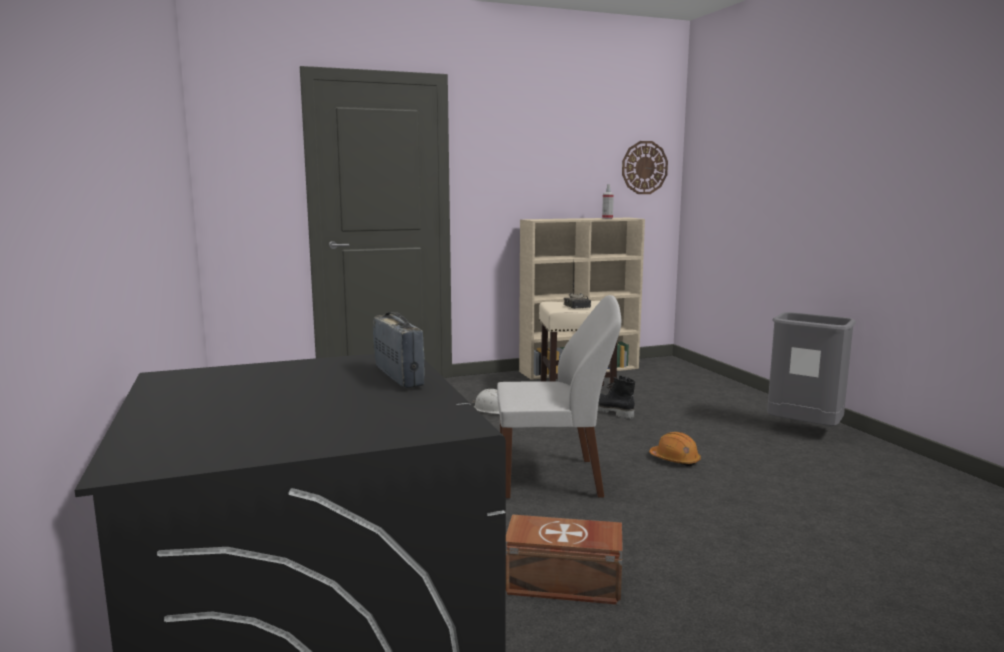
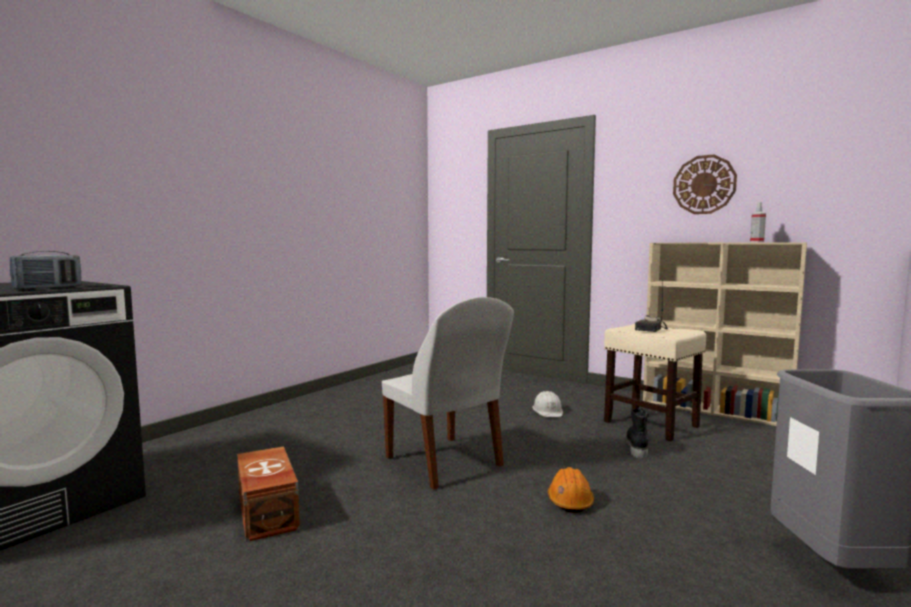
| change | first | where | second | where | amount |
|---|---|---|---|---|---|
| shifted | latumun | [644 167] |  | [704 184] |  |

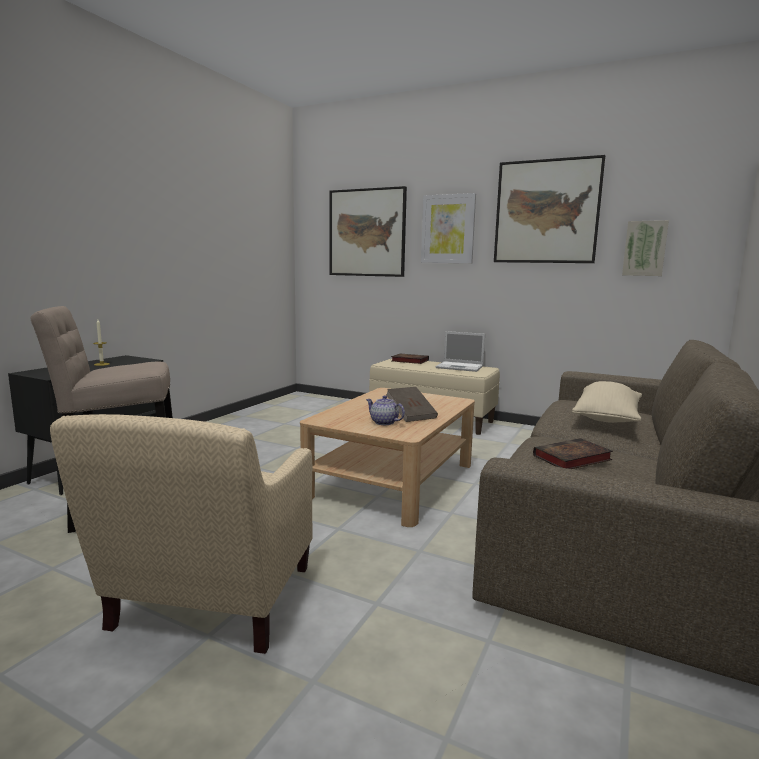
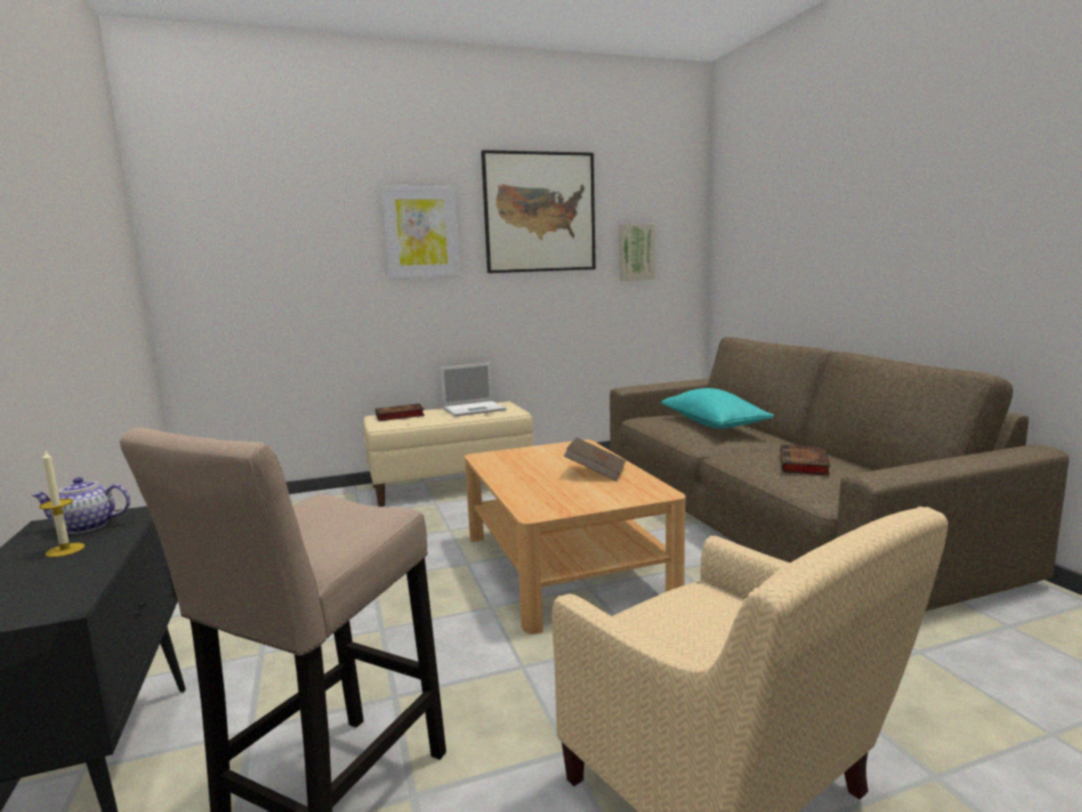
| change | first | where | second | where | amount |
|---|---|---|---|---|---|
| shifted | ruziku | [383 422] |  | [85 527] |  |
| repainted | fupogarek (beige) | [607 418] | fupogarek (turquoise) | [713 425] |  |
| gone | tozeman | [367 233] |  |  |  |

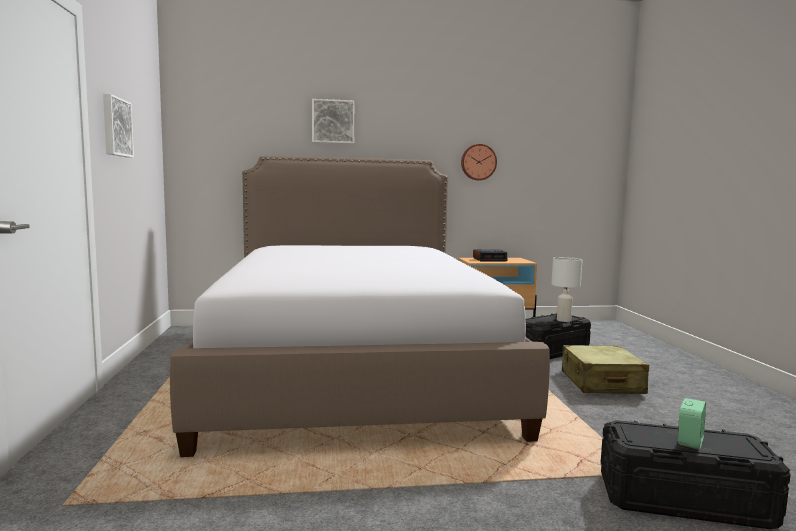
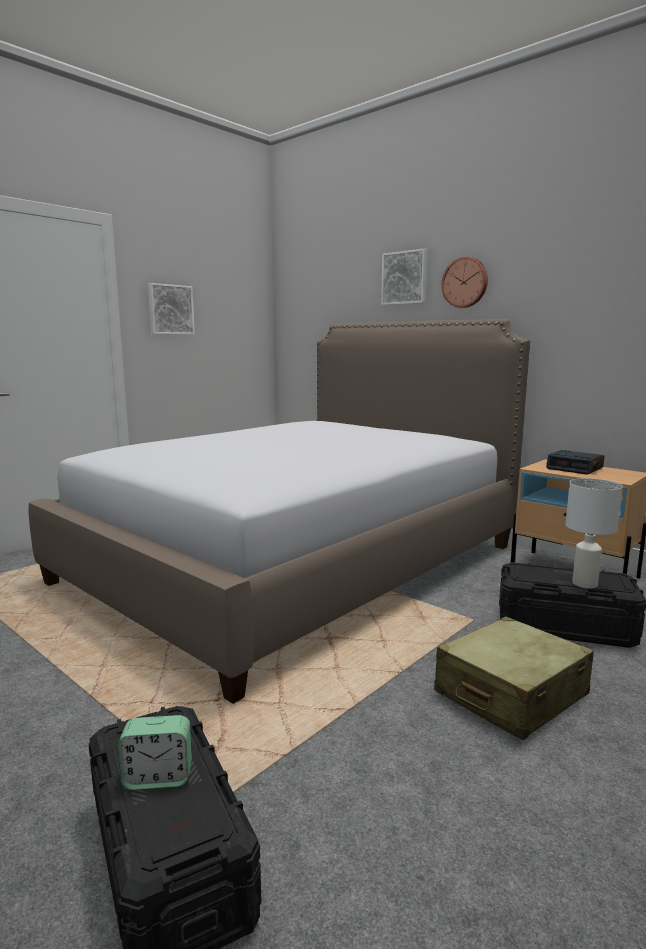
| change | first | where | second | where | amount |
|---|---|---|---|---|---|
| shifted | latumun | [478 162] |  | [465 282] |  |

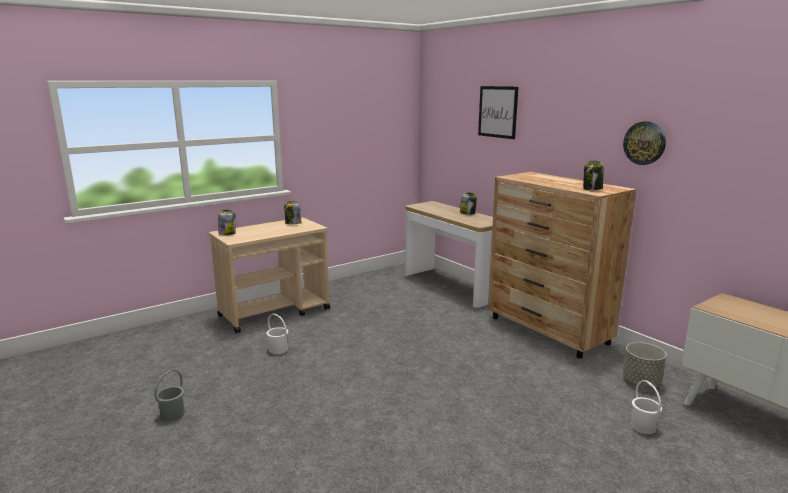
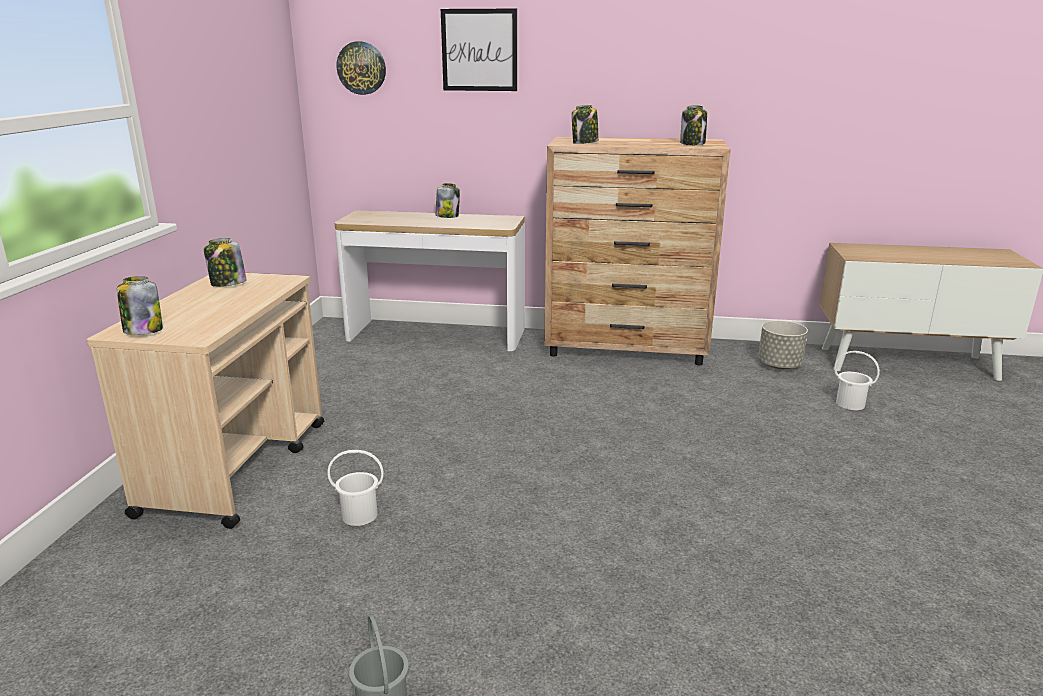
| change | first | where | second | where | amount |
|---|---|---|---|---|---|
| shifted | latumun | [644 143] |  | [361 68] |  |
| new |  |  | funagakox | [585 143] |  |

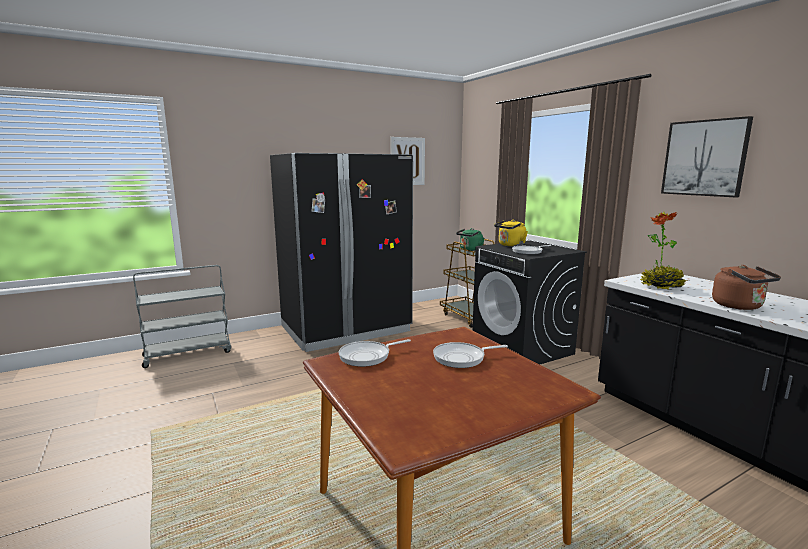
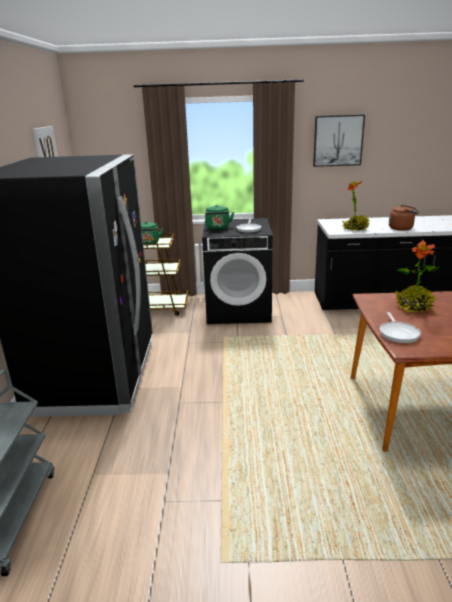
| change | first | where | second | where | amount |
|---|---|---|---|---|---|
| repainted | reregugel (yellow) | [510 245] | reregugel (green) | [218 228] |  |
| swapped | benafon | [462 358] | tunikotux | [413 307] |  |

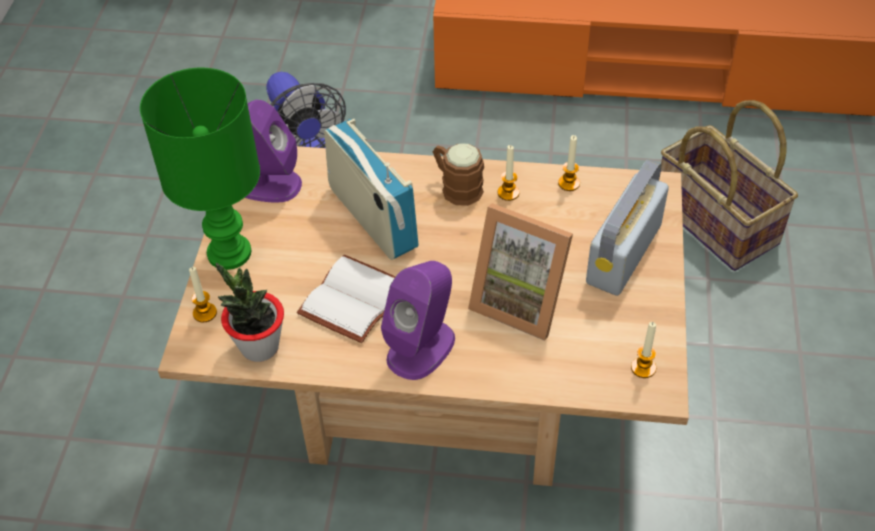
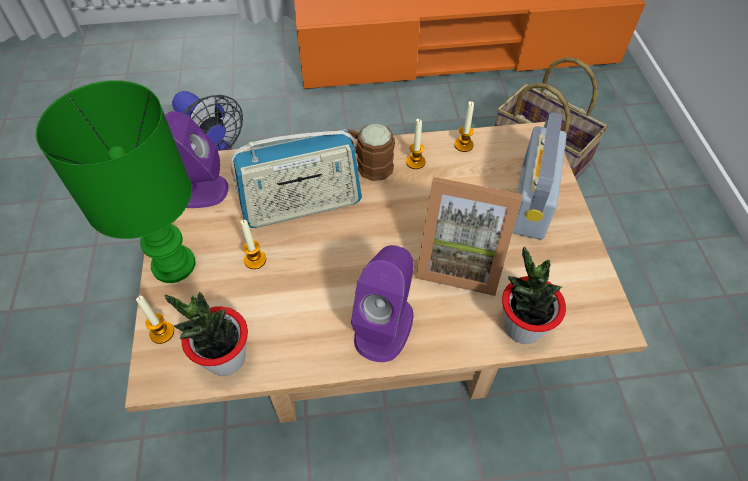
| change | first | where | second | where | amount |
|---|---|---|---|---|---|
| rotated | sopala | [372 218] |  | [302 206] | 120 degrees clockwise |
| shifted | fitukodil | [643 368] |  | [255 260] |  |
| new |  |  | tunikotux | [522 327] |  |
| gone | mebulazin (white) | [351 298] |  |  |  |

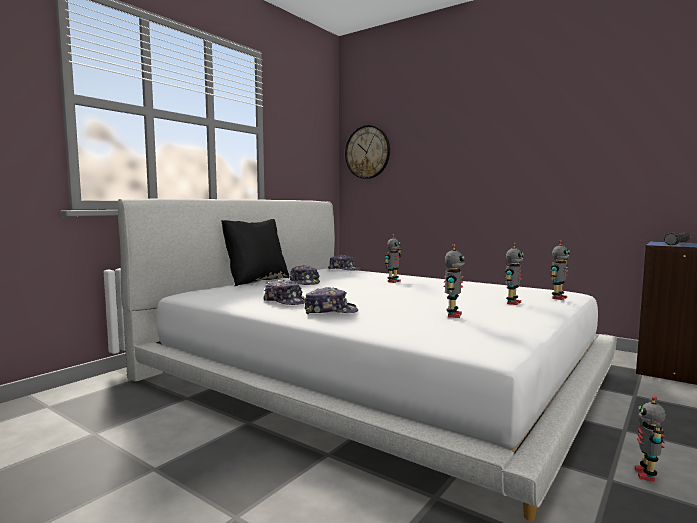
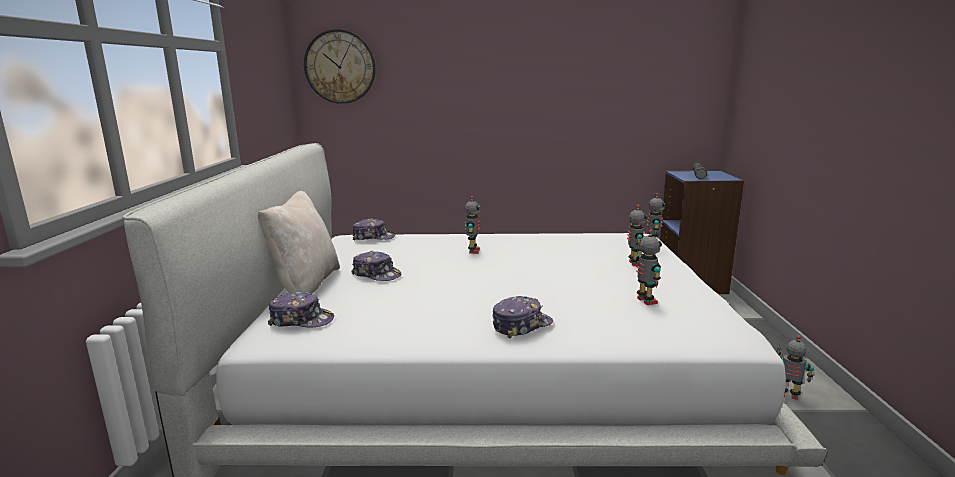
| change | first | where | second | where | amount |
|---|---|---|---|---|---|
| repainted | fupogarek (black) | [256 281] | fupogarek (beige) | [304 285] |  |
| shifted | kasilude | [286 301] |  | [301 320] |  |
| rotated | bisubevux | [647 475] |  | [788 395] | 135 degrees clockwise |

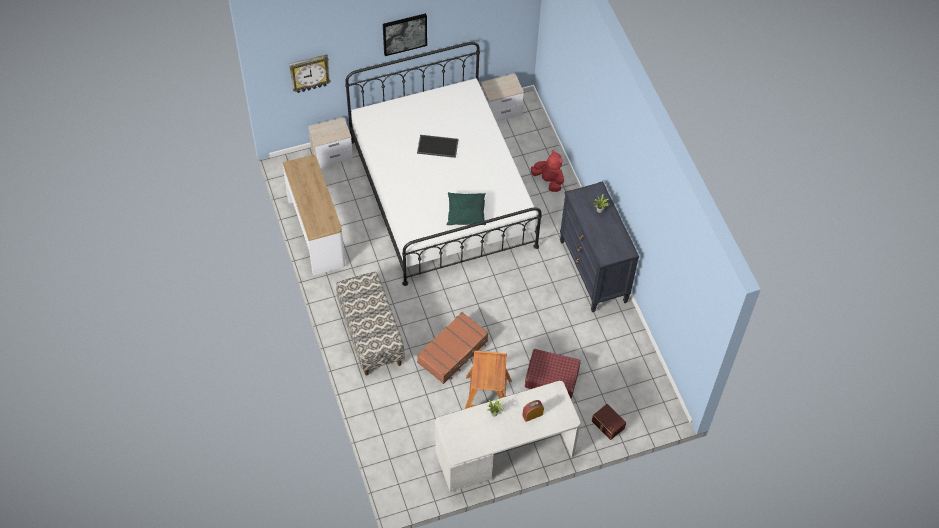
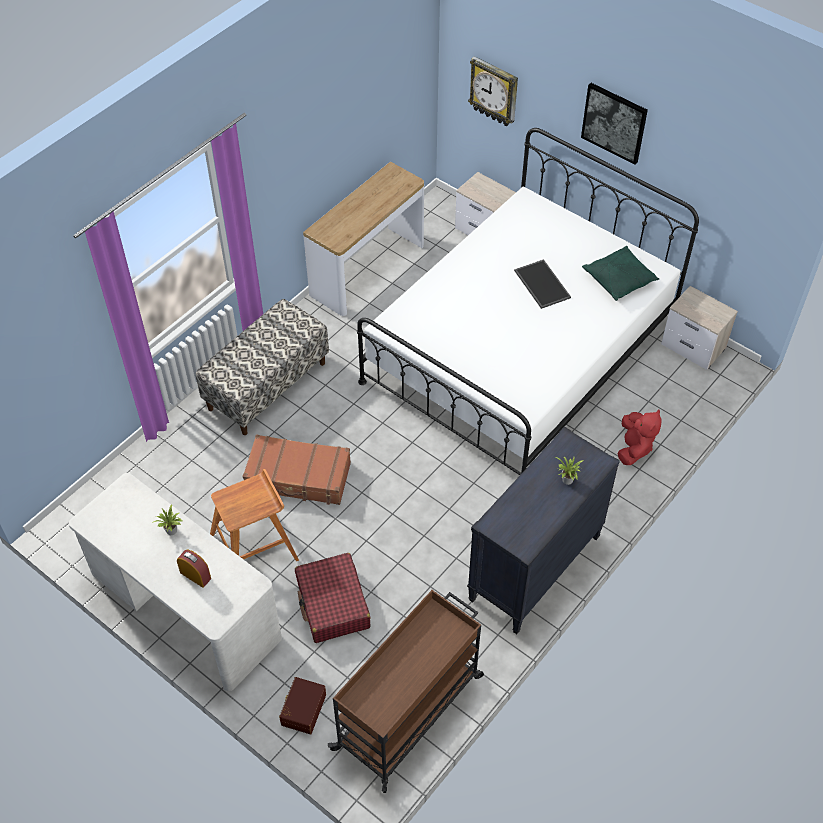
| change | first | where | second | where | amount |
|---|---|---|---|---|---|
| new |  |  | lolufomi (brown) | [410 711] |  |
| shifted | fupogarek (green) | [466 213] |  | [619 280] |  |

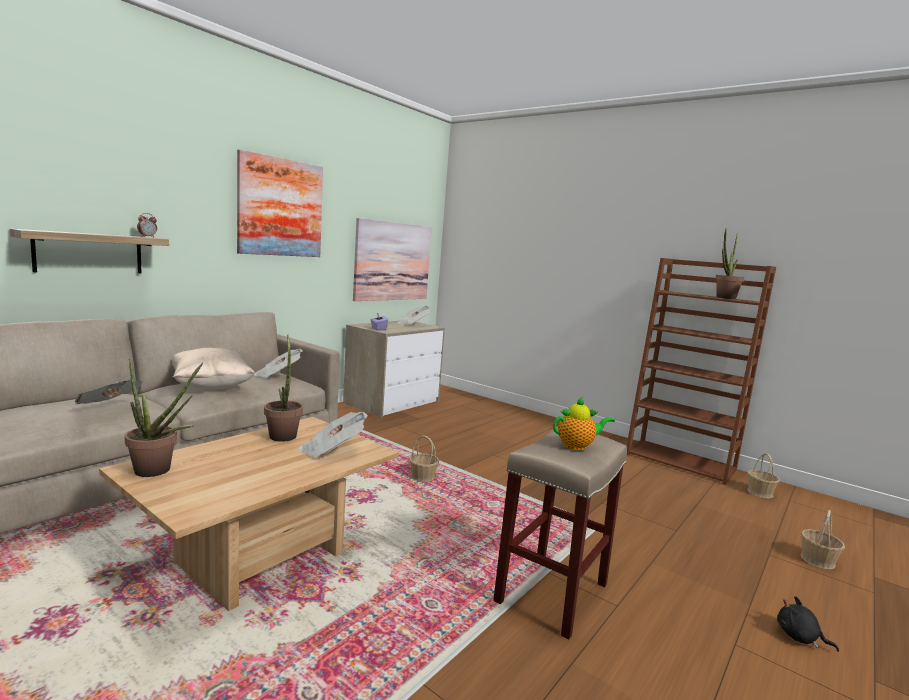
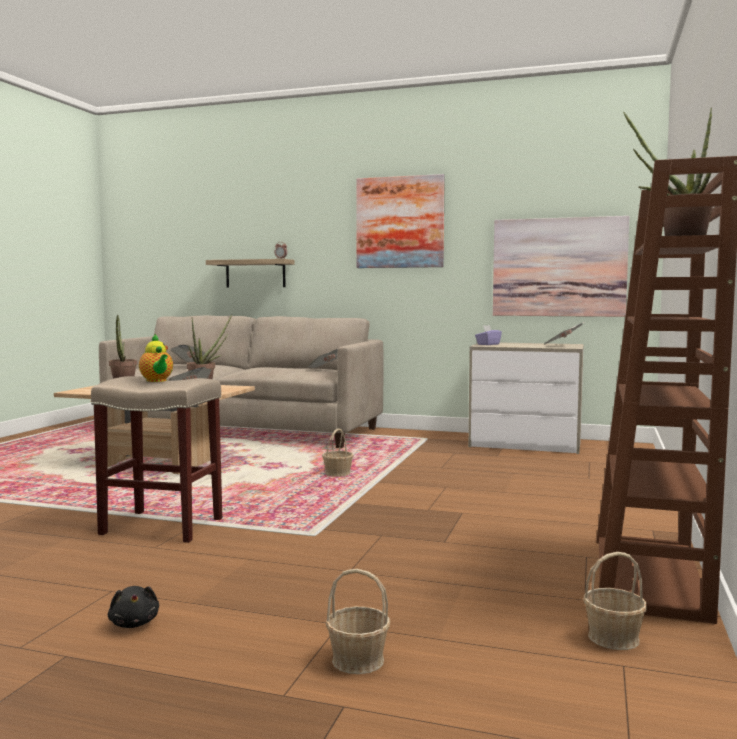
| change | first | where | second | where | amount |
|---|---|---|---|---|---|
| rotated | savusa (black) | [800 637] |  | [134 623] | 135 degrees clockwise |
| gone | fupogarek (beige) | [211 386] |  |  |  |

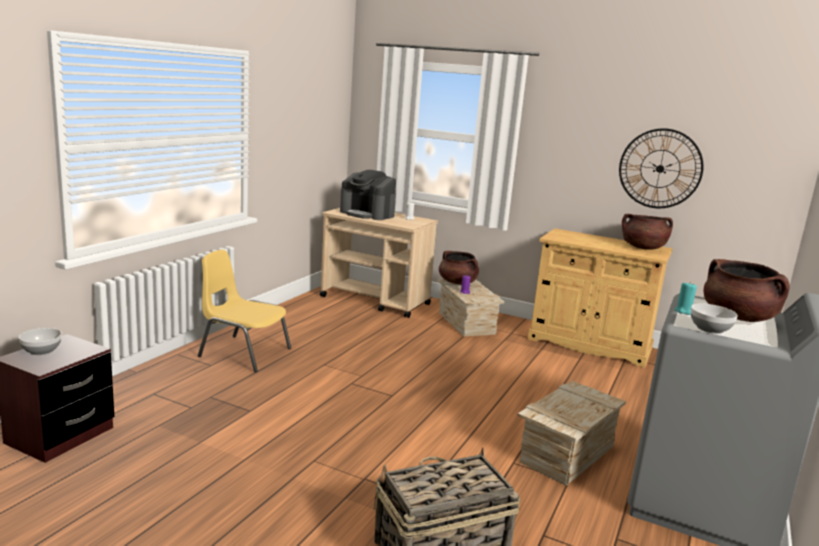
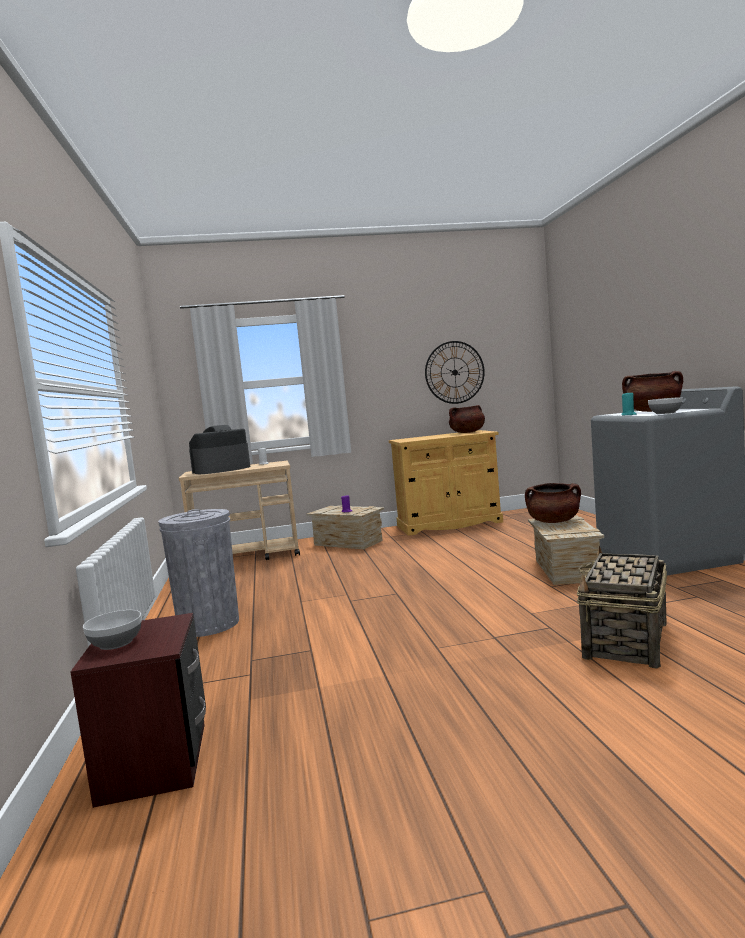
| change | first | where | second | where | amount |
|---|---|---|---|---|---|
| swapped | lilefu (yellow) | [243 352] | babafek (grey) | [208 624] |  |
| rotated | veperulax | [367 214] |  | [221 470] | 150 degrees clockwise |
| shifted | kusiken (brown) | [457 282] |  | [554 521] |  |

